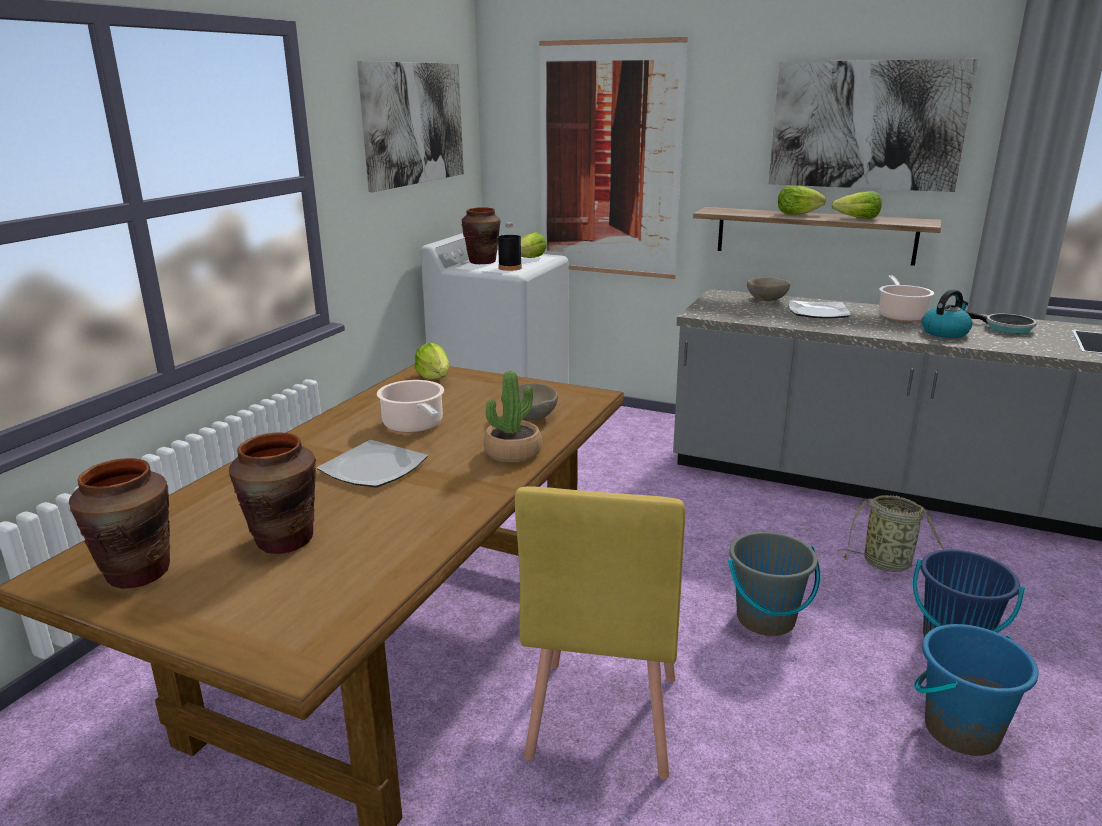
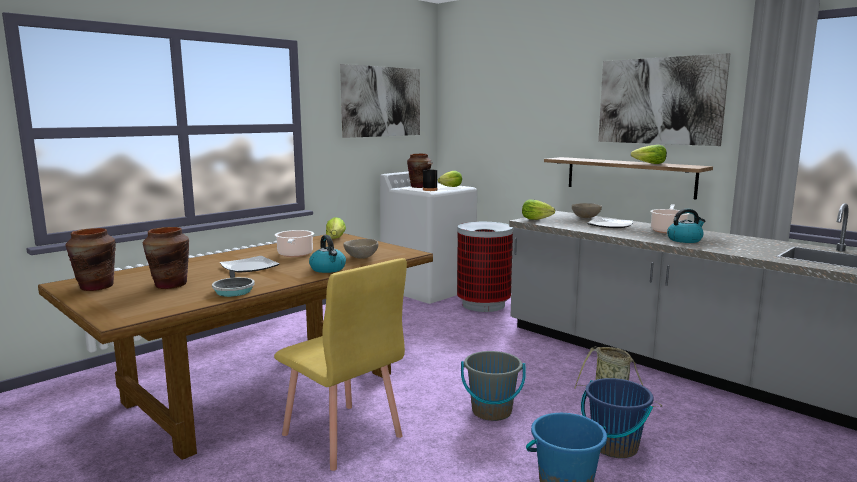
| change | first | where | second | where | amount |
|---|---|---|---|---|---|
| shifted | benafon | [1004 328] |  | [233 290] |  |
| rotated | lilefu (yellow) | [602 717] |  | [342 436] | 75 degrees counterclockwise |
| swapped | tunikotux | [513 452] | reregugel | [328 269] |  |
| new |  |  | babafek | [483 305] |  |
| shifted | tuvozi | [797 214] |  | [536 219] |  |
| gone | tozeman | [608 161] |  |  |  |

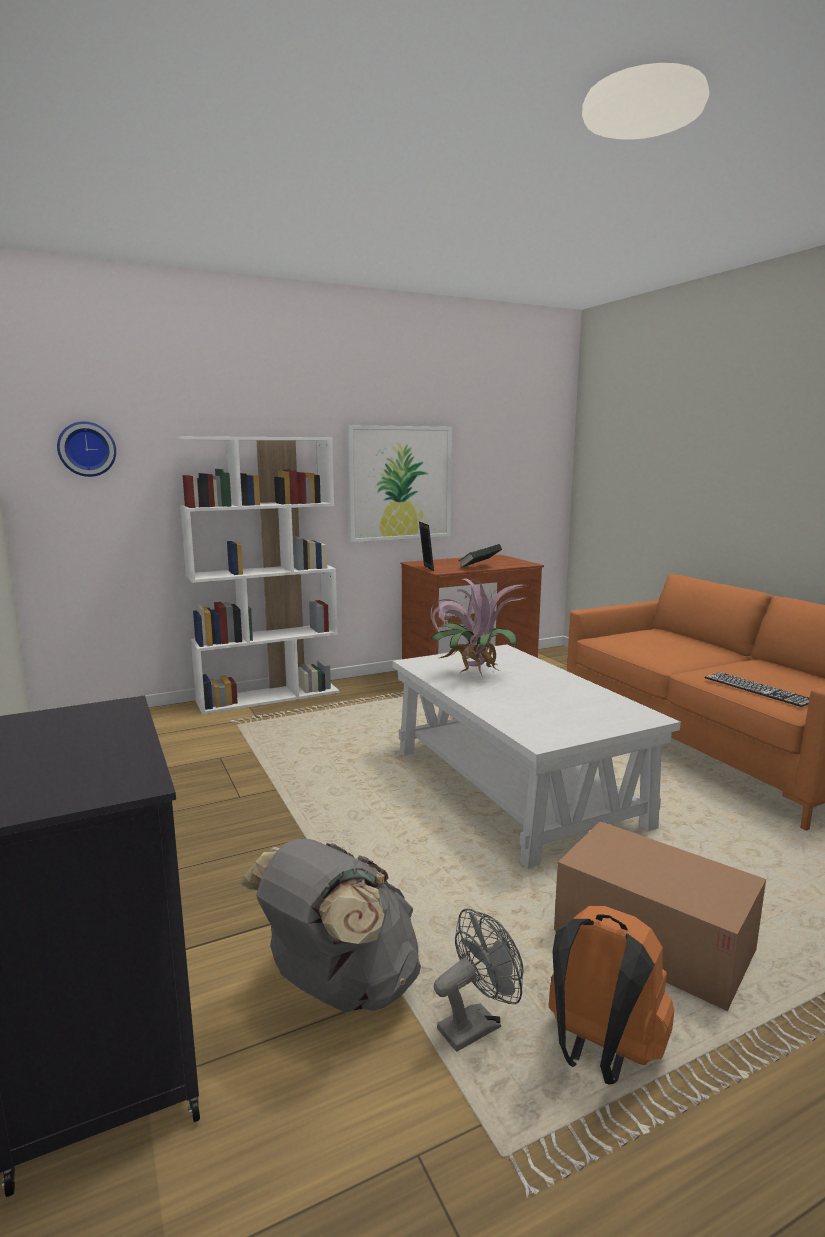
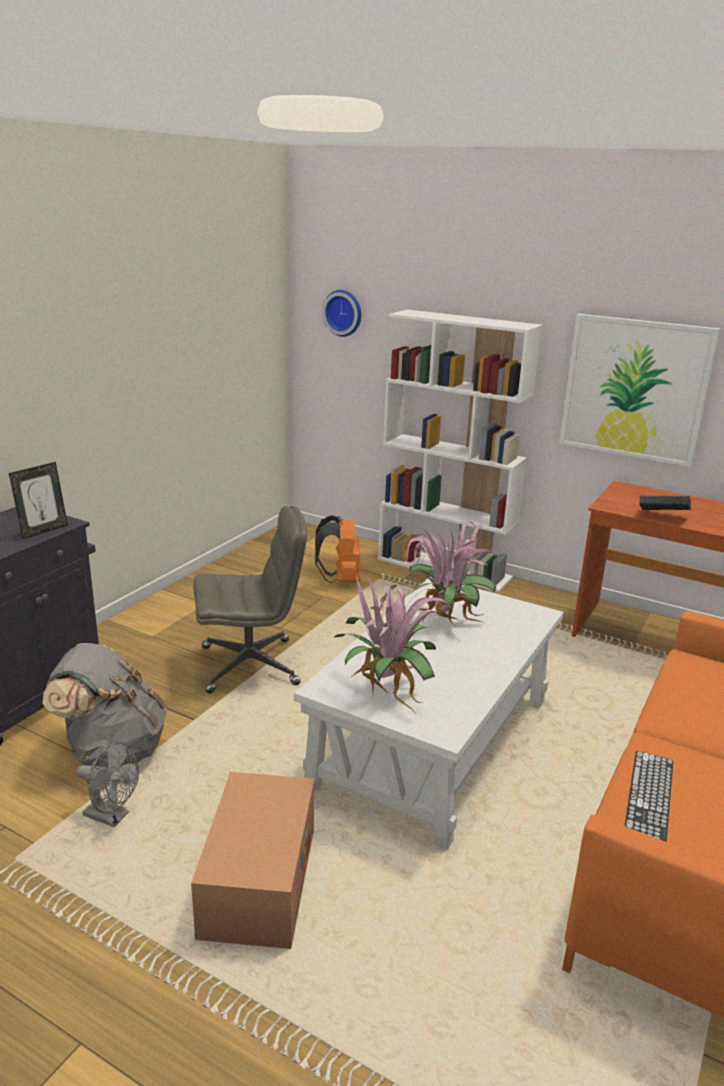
| change | first | where | second | where | amount |
|---|---|---|---|---|---|
| shifted | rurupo | [426 568] |  | [43 531] |  |
| new |  |  | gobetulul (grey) | [251 665] |  |
| shifted | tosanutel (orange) | [600 1053] |  | [341 579] |  |
| new |  |  | tunikotux | [387 688] |  |

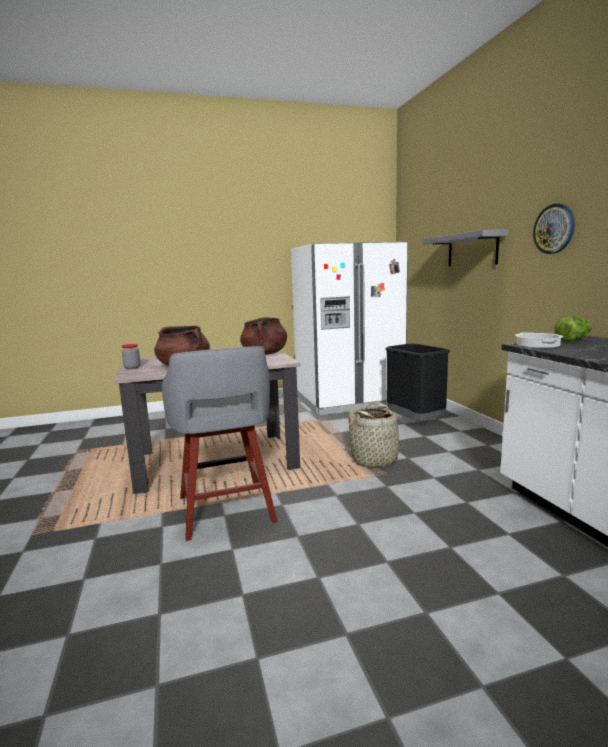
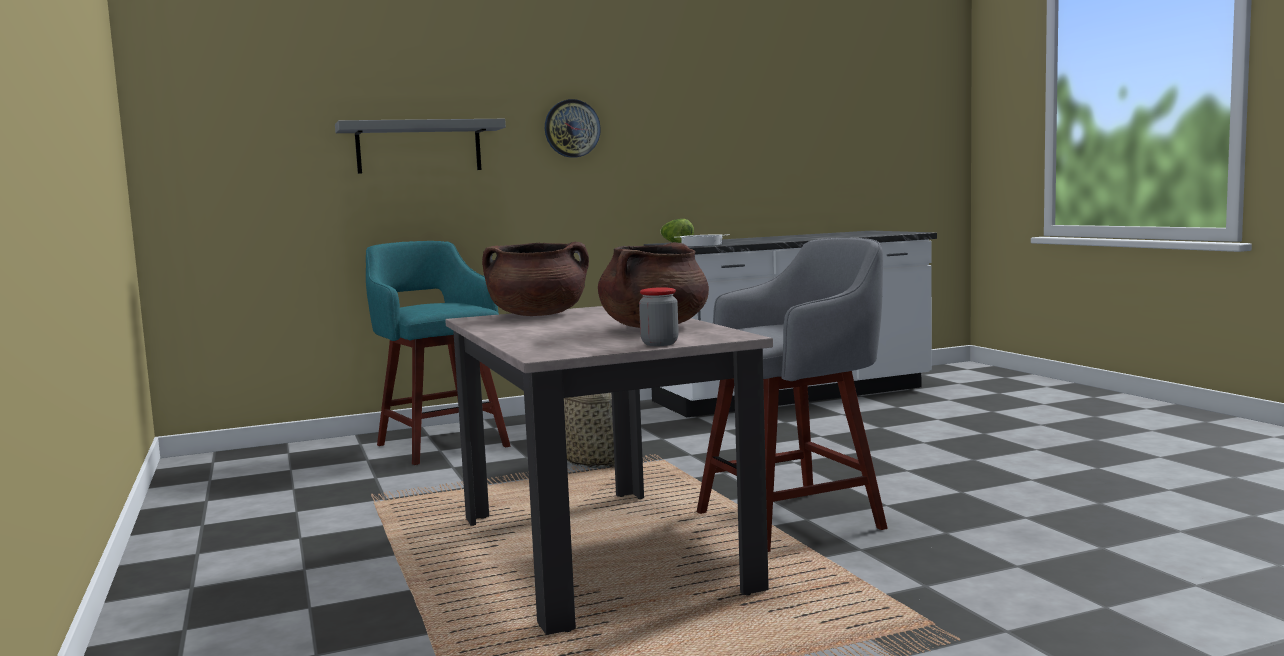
| change | first | where | second | where | amount |
|---|---|---|---|---|---|
| swapped | babafek (black) | [415 422] | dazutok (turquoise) | [441 445] |  |
| gone | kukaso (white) | [348 401] |  |  |  |

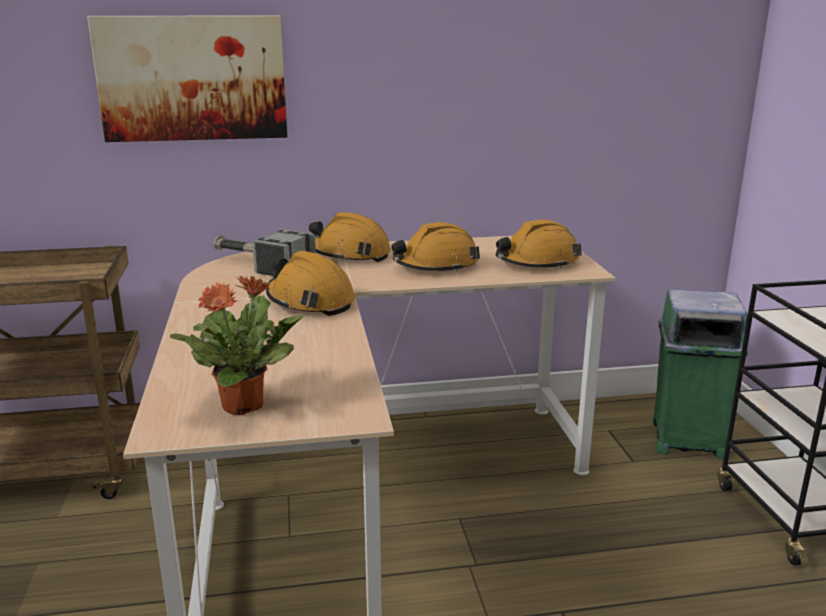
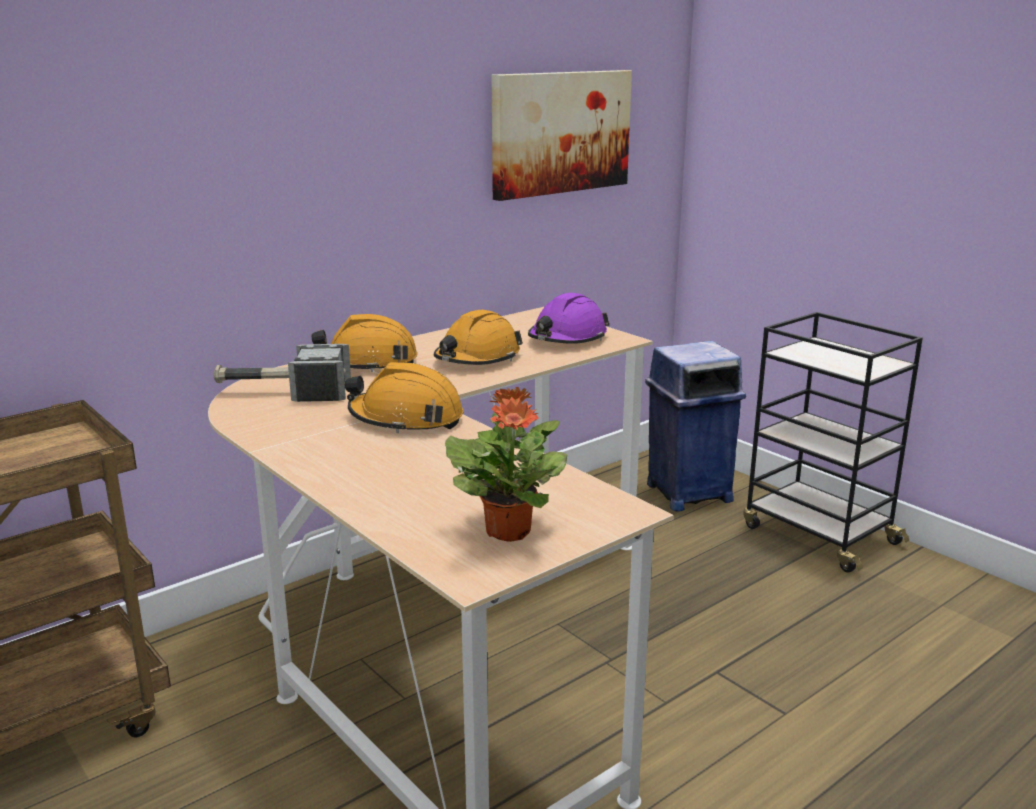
| change | first | where | second | where | amount |
|---|---|---|---|---|---|
| shifted | tozeman | [192 78] |  | [560 132] |  |
| repainted | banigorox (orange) | [537 262] | banigorox (purple) | [567 339] |  |
| repainted | babafek (green) | [686 439] | babafek (blue) | [687 493] |  |

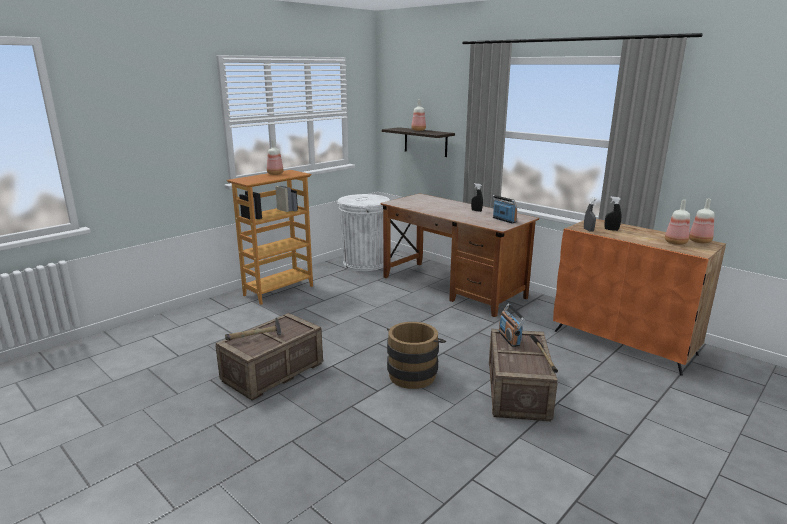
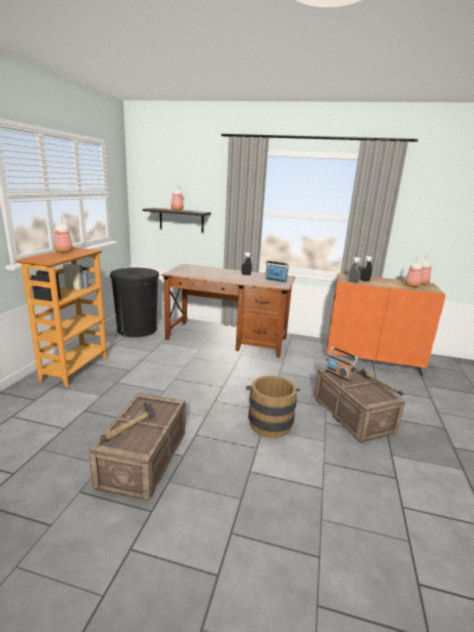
| change | first | where | second | where | amount |
|---|---|---|---|---|---|
| repainted | babafek (white) | [365 263] | babafek (black) | [137 329] |  |

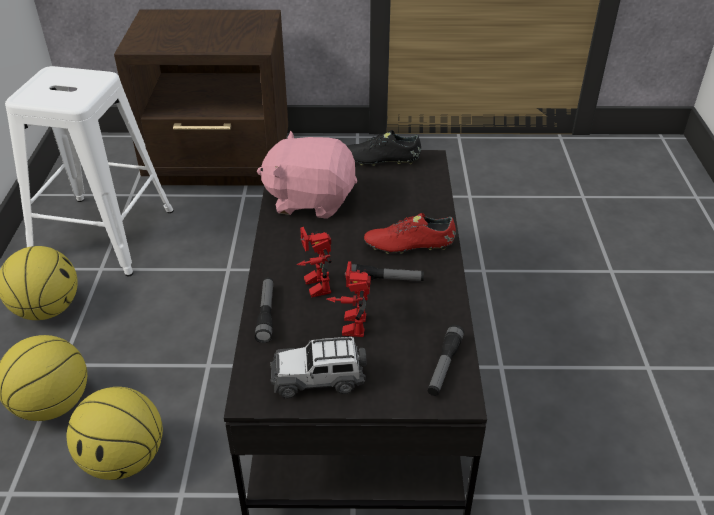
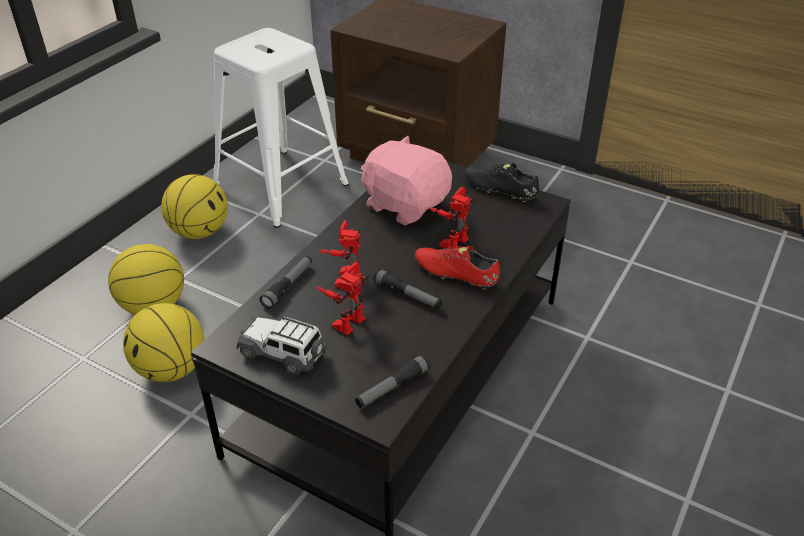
| change | first | where | second | where | amount |
|---|---|---|---|---|---|
| new |  |  | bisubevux | [451 239] |  |

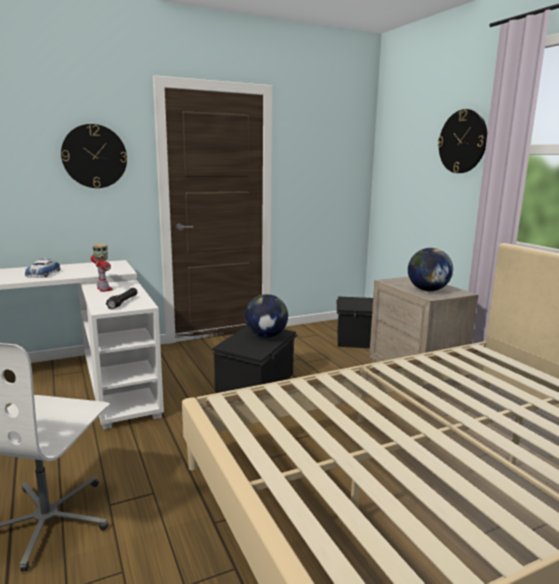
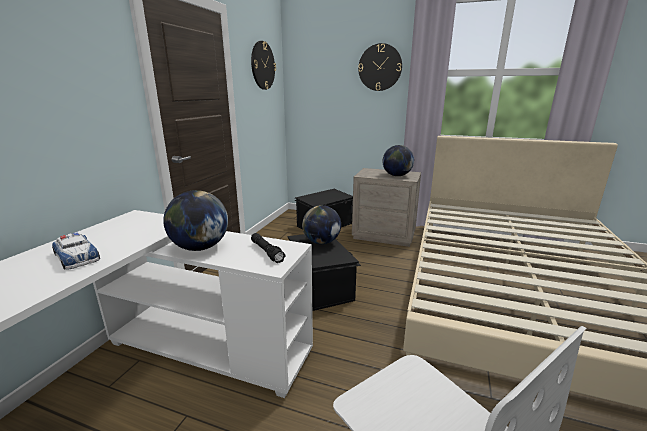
| change | first | where | second | where | amount |
|---|---|---|---|---|---|
| swapped | bisubevux | [104 289] | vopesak | [200 247] |  |
| shifted | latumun | [94 156] |  | [262 65] |  |

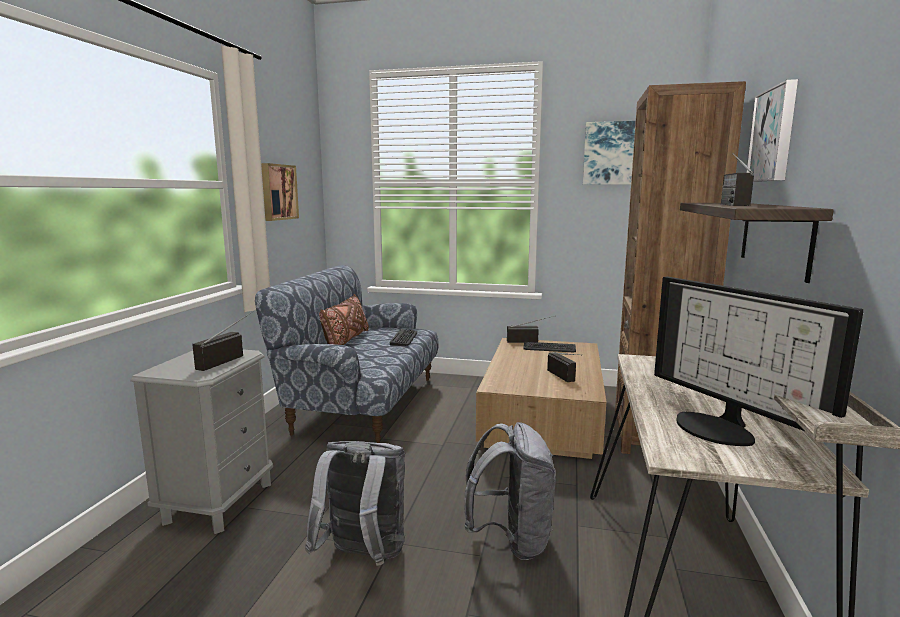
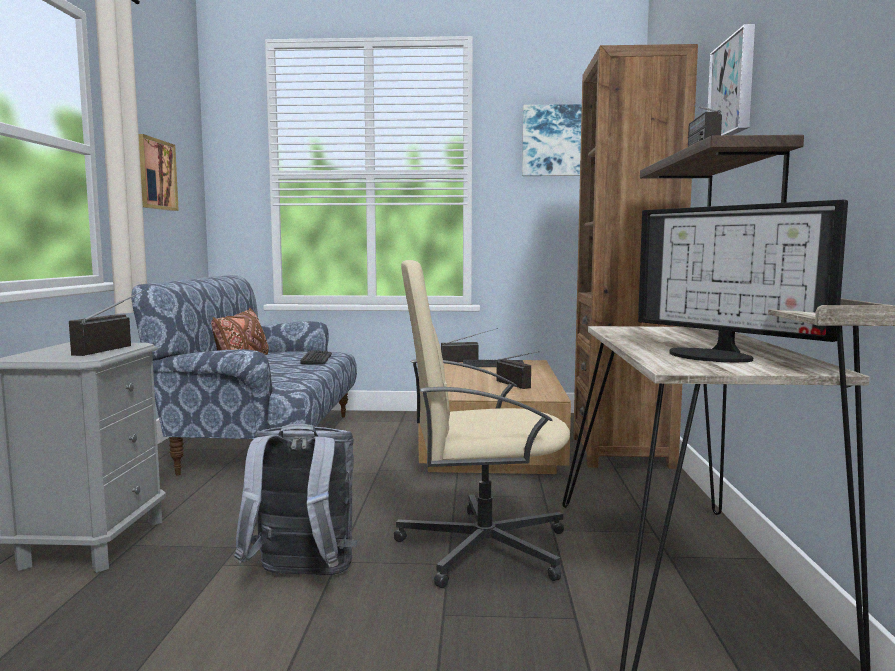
| change | first | where | second | where | amount |
|---|---|---|---|---|---|
| swapped | tosanutel (grey) | [511 540] | gobetulul (beige) | [480 548] |  |

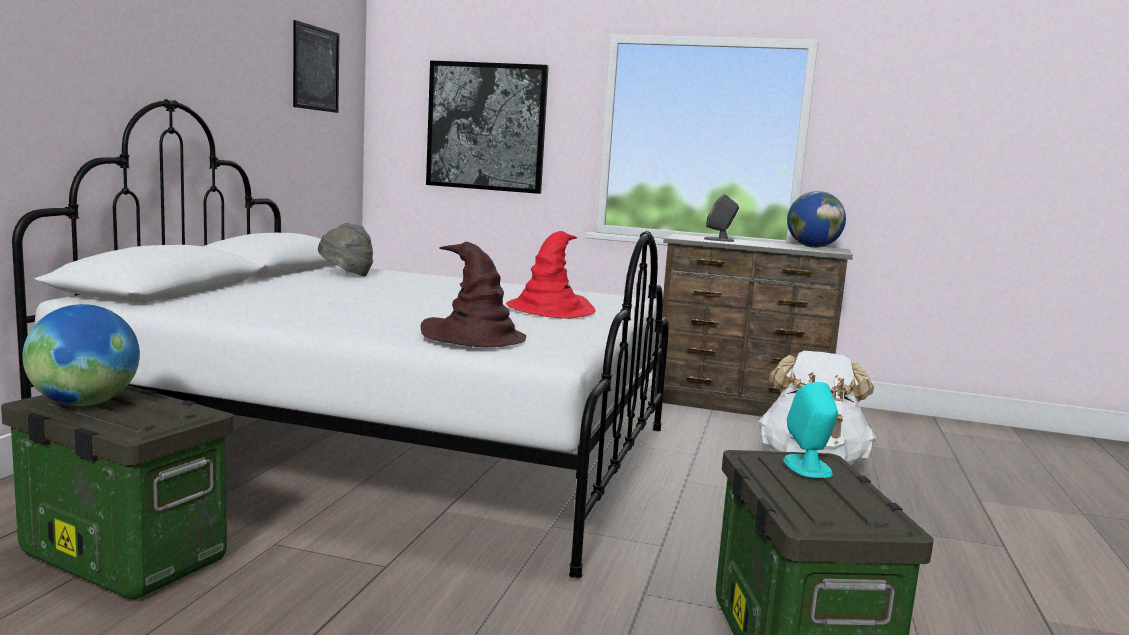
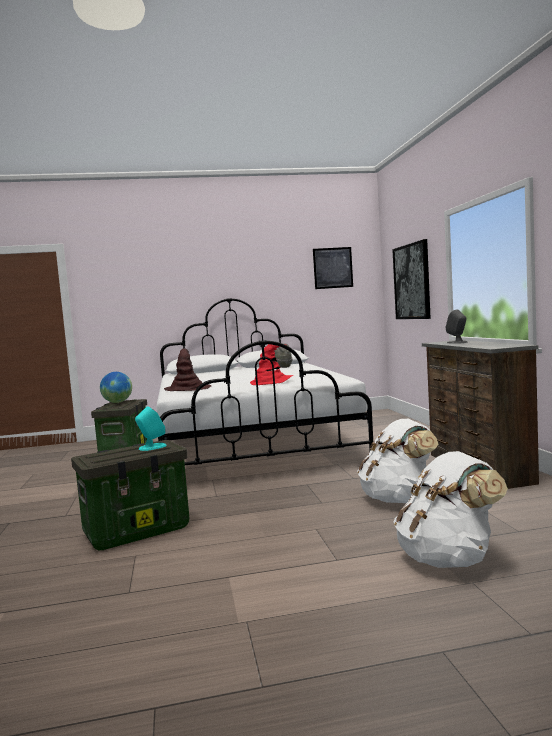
| change | first | where | second | where | amount |
|---|---|---|---|---|---|
| new |  |  | tosanutel (white) | [448 559] |  |
| gone | vopesak | [812 247] |  |  |  |

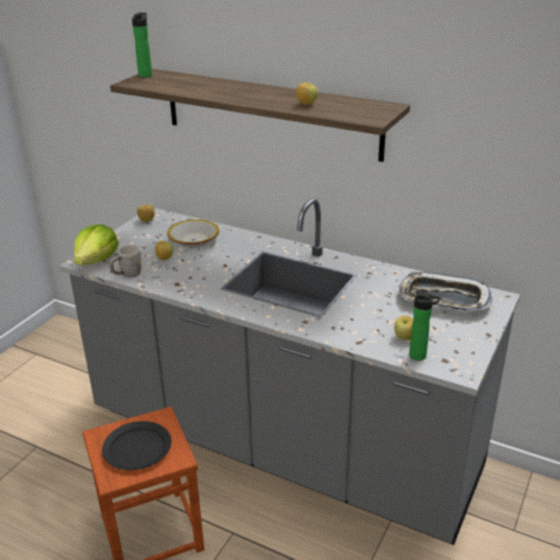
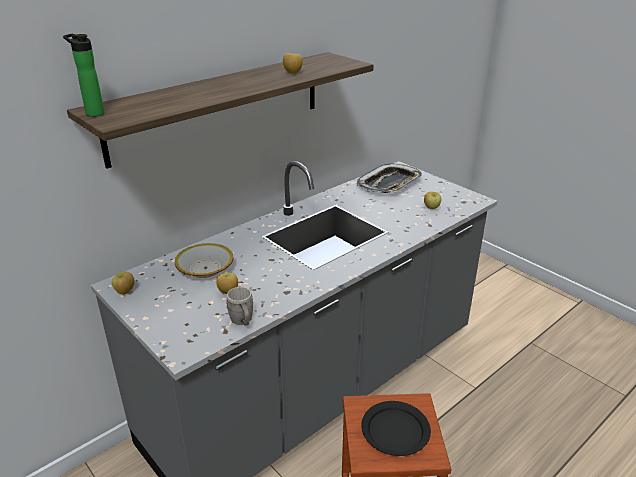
| change | first | where | second | where | amount |
|---|---|---|---|---|---|
| gone | tuvozi | [97 260] |  |  |  |
| gone | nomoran | [420 356] |  |  |  |

